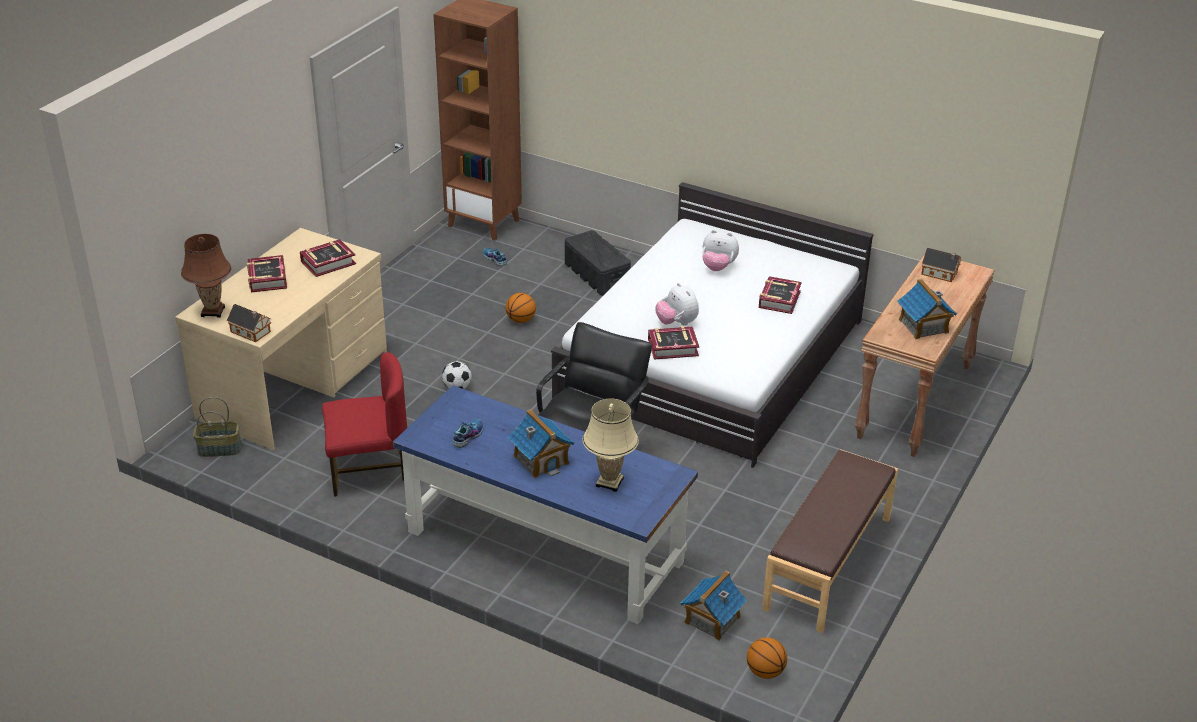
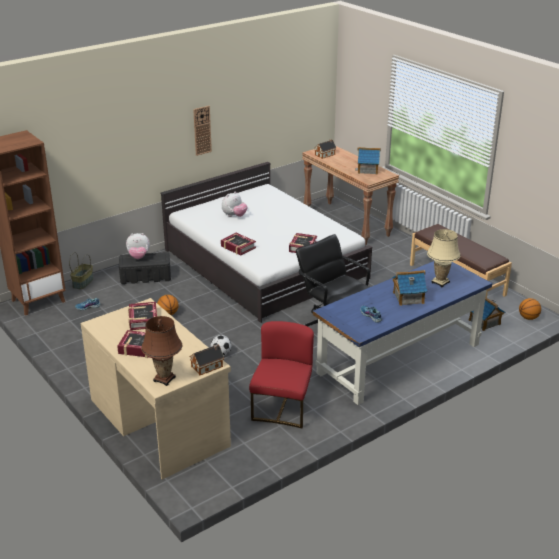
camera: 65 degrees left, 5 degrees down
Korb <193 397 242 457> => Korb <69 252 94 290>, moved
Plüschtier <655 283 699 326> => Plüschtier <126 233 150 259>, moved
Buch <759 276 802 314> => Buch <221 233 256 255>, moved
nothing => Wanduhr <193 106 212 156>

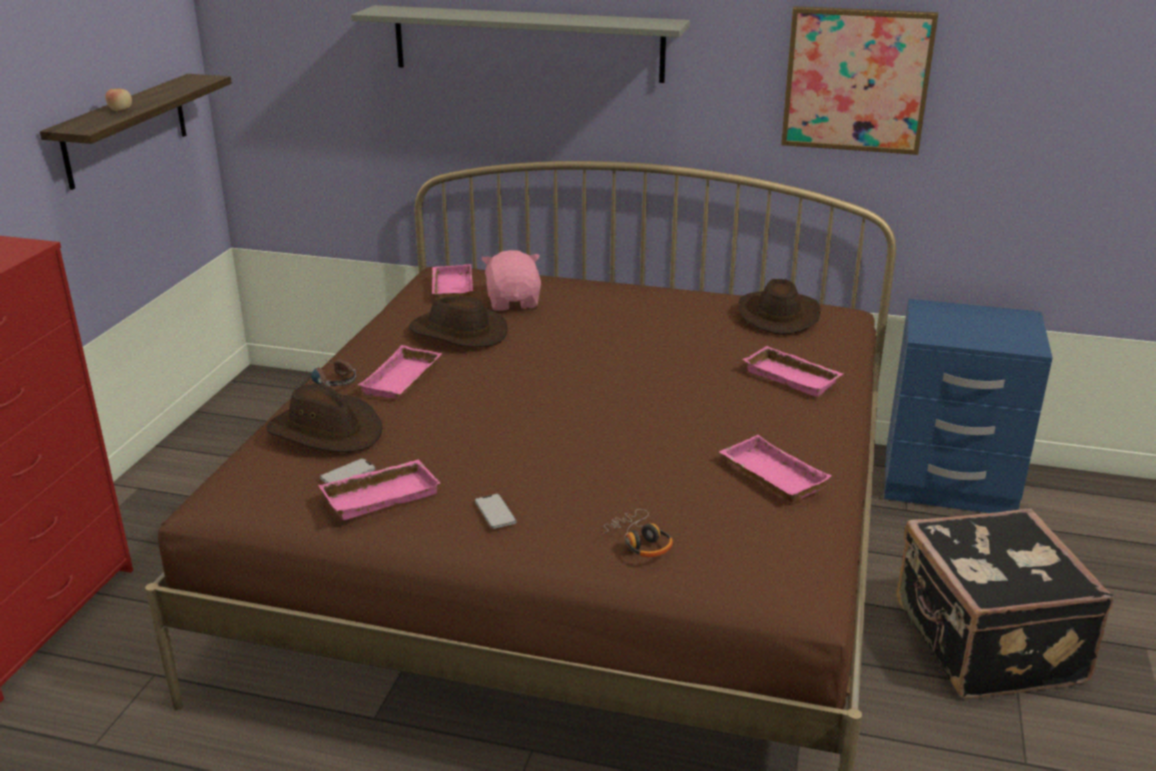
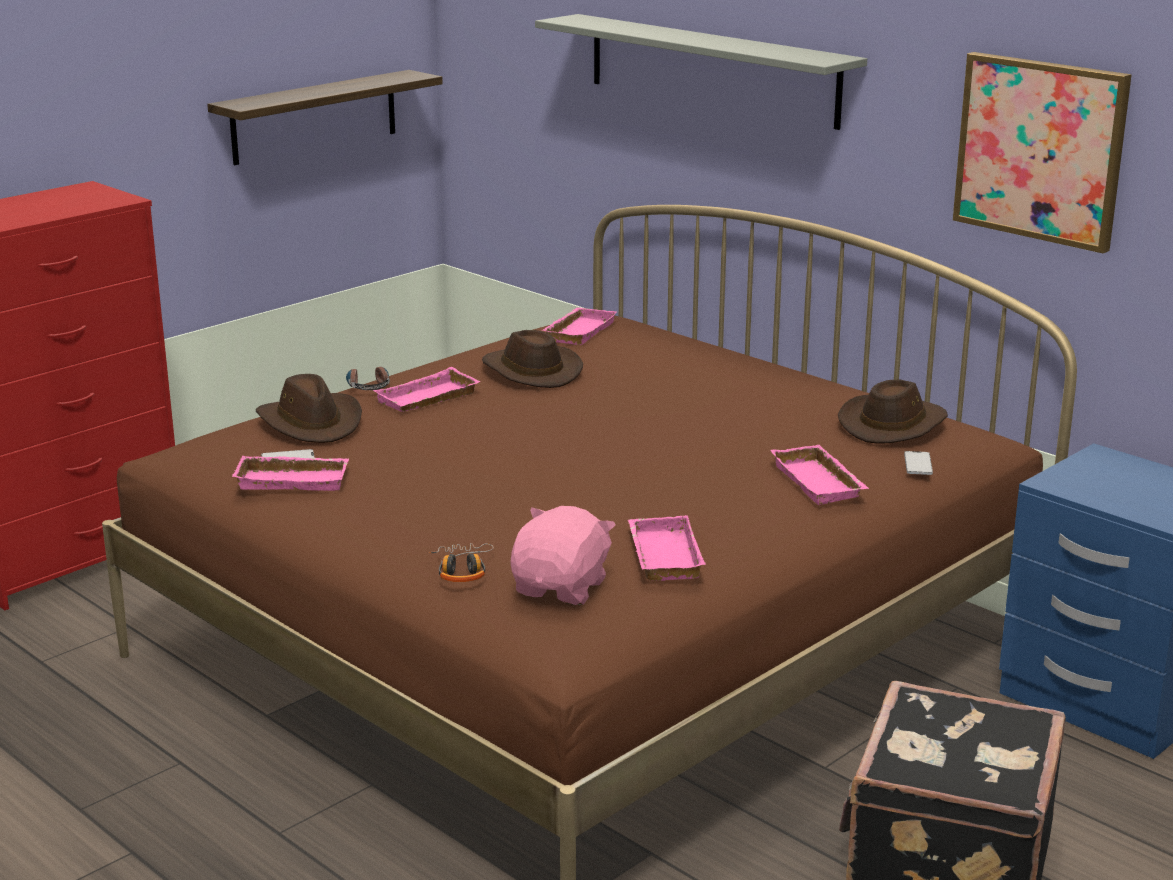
camera: 30 degrees right, 5 degrees down
Apfel <105 89 132 111> => nothing
Handy <475 494 516 529> => Handy <904 451 933 475>, moved
Plüschtier/rosa <482 250 541 311> => Plüschtier/rosa <510 506 615 605>, moved

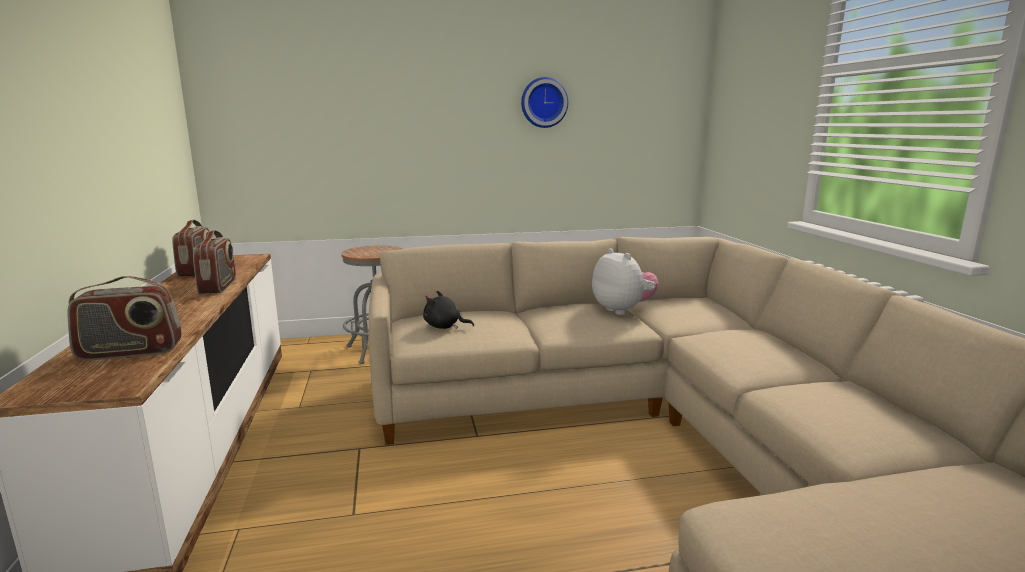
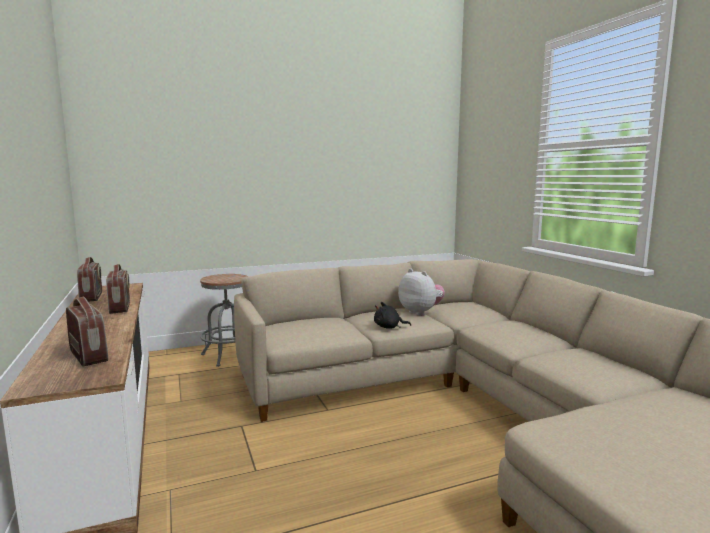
camera: 10 degrees left, 5 degrees down
Radio <67 276 182 360> => Radio <66 296 108 367>, 105 degrees counterclockwise
Plüschtier/schwarz <423 291 474 329> => Plüschtier/schwarz <374 302 411 329>, moved
Wanduhr <521 77 568 128> => nothing

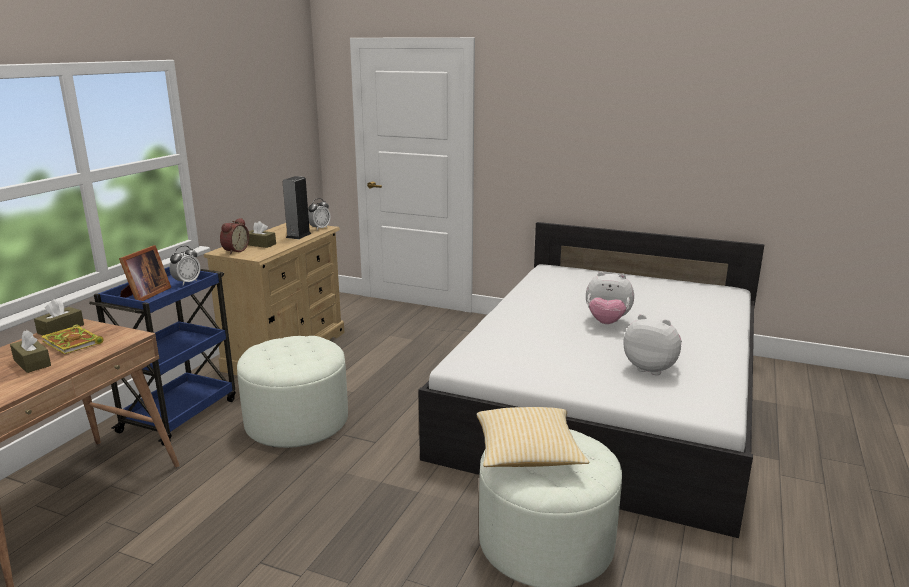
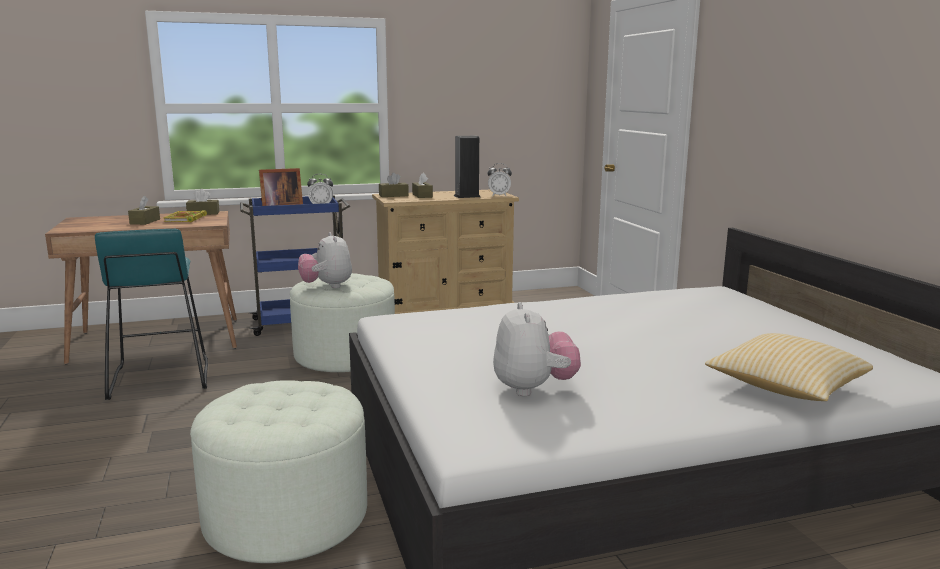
camera: 50 degrees right, 5 degrees down
Wecker <220 218 249 254> => Taschentuchbox/braun <379 172 409 197>
Kissen <476 407 589 467> => Kissen <705 333 873 401>, moved
Plüschtier <586 272 634 324> => Plüschtier <298 232 352 288>, moved
nothing => Hocker/türkis <95 228 208 400>

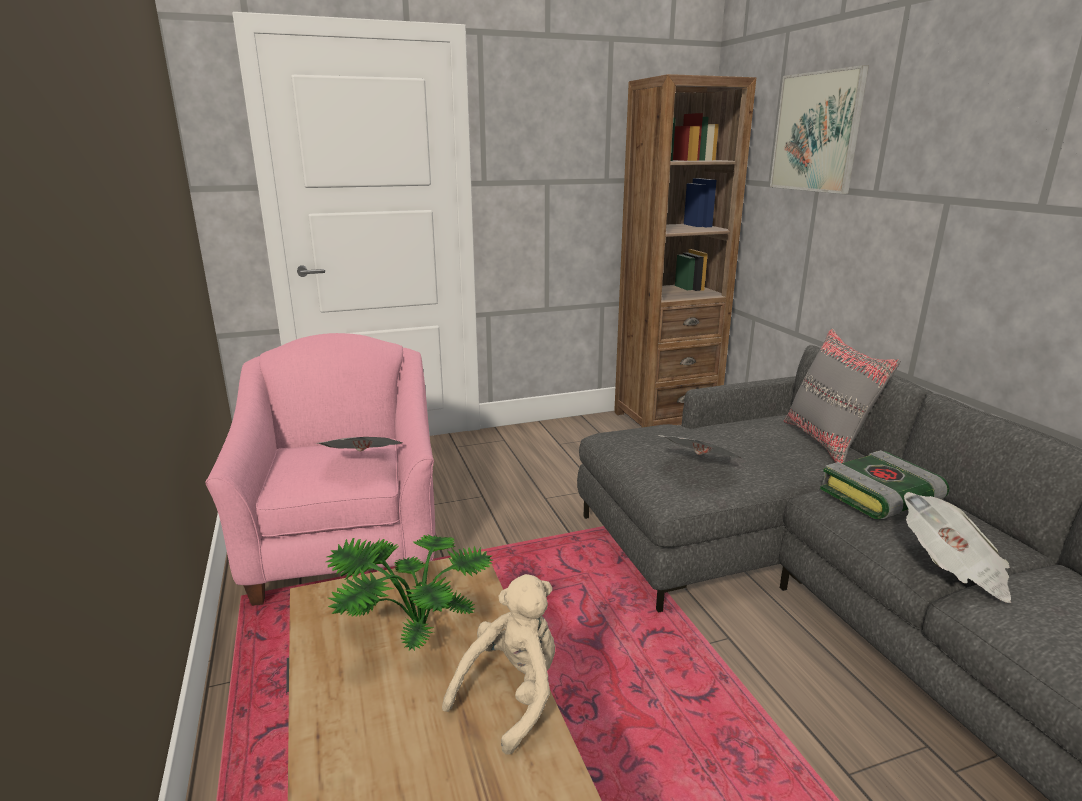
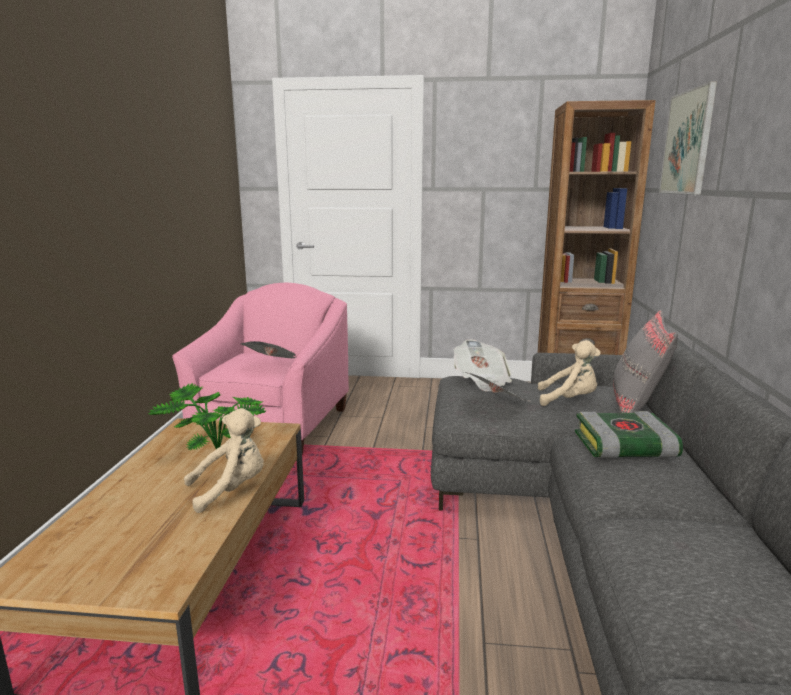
camera: 25 degrees right, 5 degrees down
Zeitung <904 492 1011 603> => Zeitung <454 339 512 392>, moved
nothing => Plüschtier/beige <538 340 601 406>

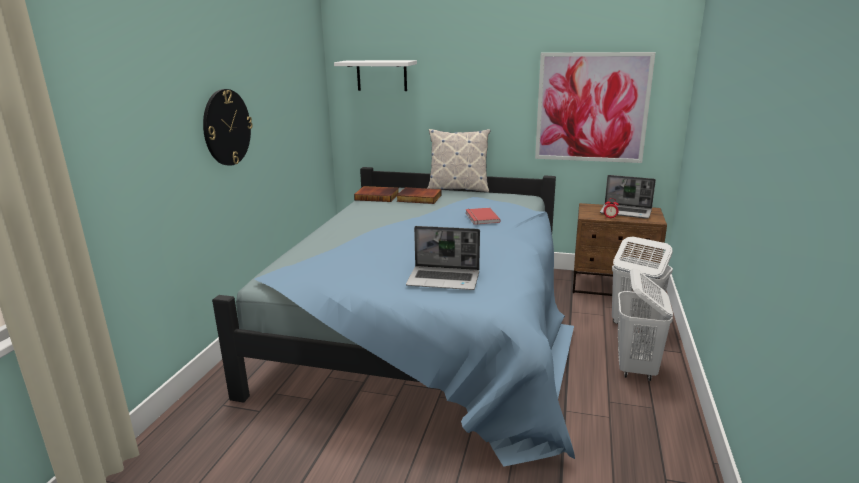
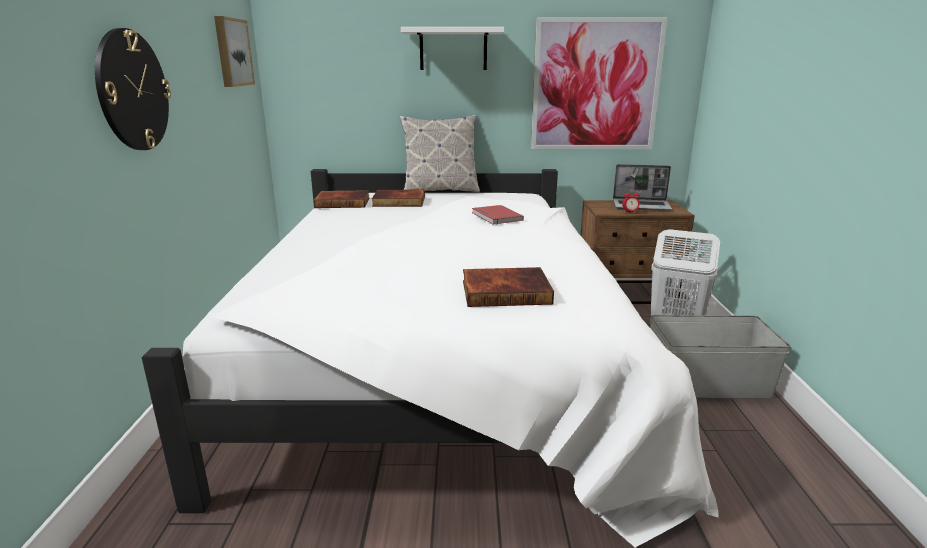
camera: 15 degrees left, 0 degrees up
Bett/blau <212 167 575 467> => Bett/weiß <142 169 718 547>
Wandregal/weiß <334 60 417 91> => Wandregal/weiß <401 27 504 70>, moved
Laptop <406 226 480 290> => Buch <463 267 554 307>
Wäschekorb/weiß <618 268 673 381> => Aufbewahrungsbox/grau <650 315 791 399>
nothing => Bild <214 16 255 87>

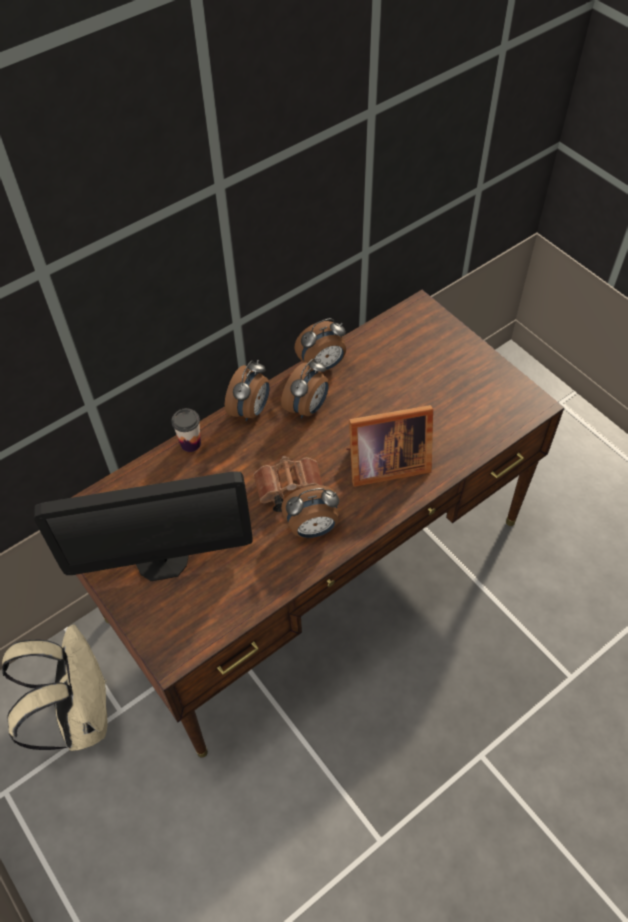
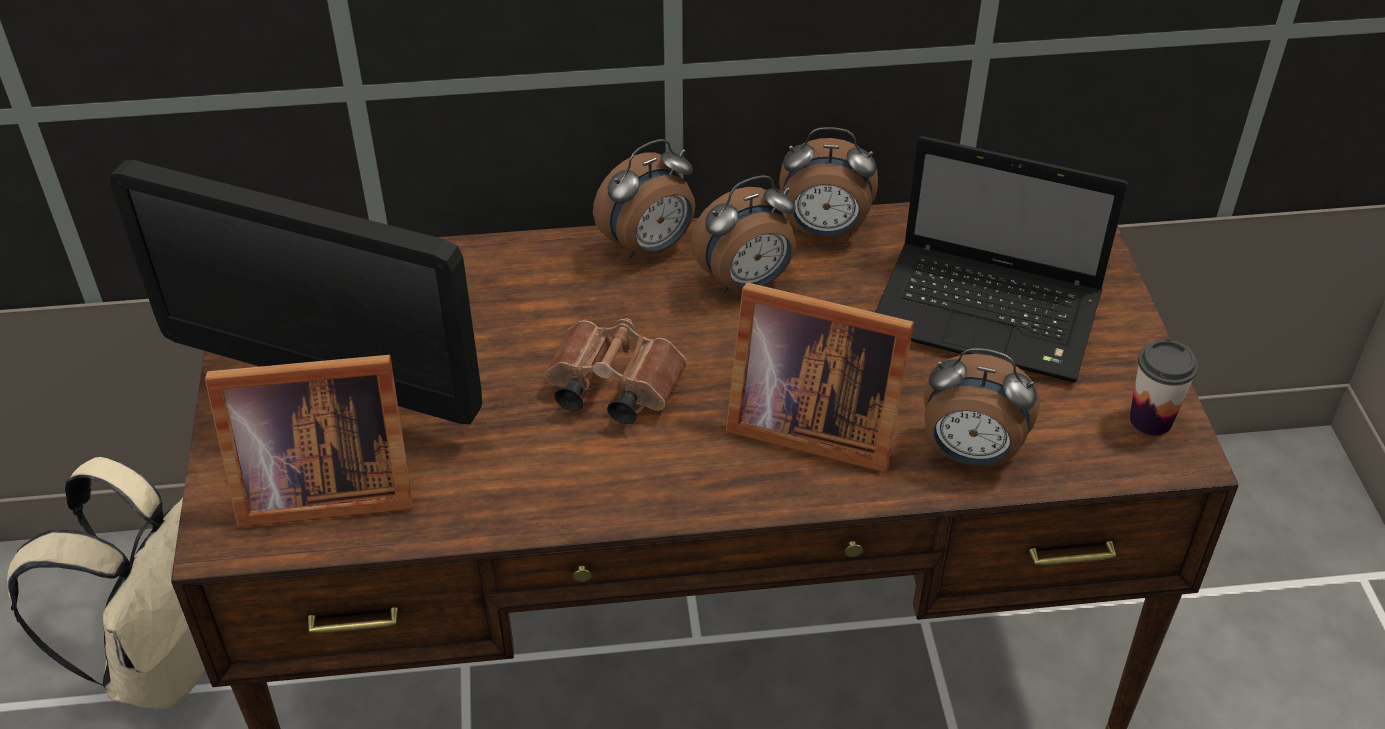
camera: 30 degrees right, 10 degrees down
Tasse <171 408 201 452> => Tasse <1130 339 1199 436>, moved
Wecker <281 485 339 538> => Wecker <924 348 1040 467>, moved
nothing => Bilderrahmen <205 355 413 527>
nothing => Laptop <875 136 1128 382>

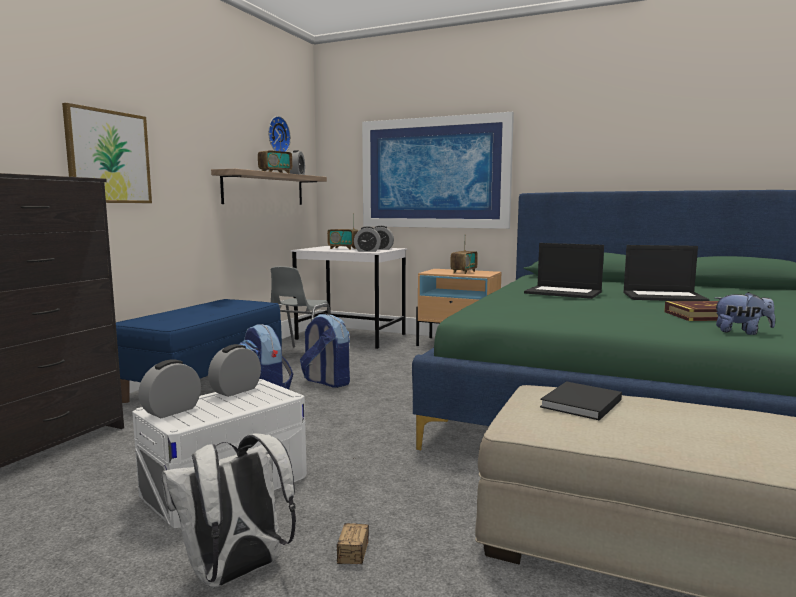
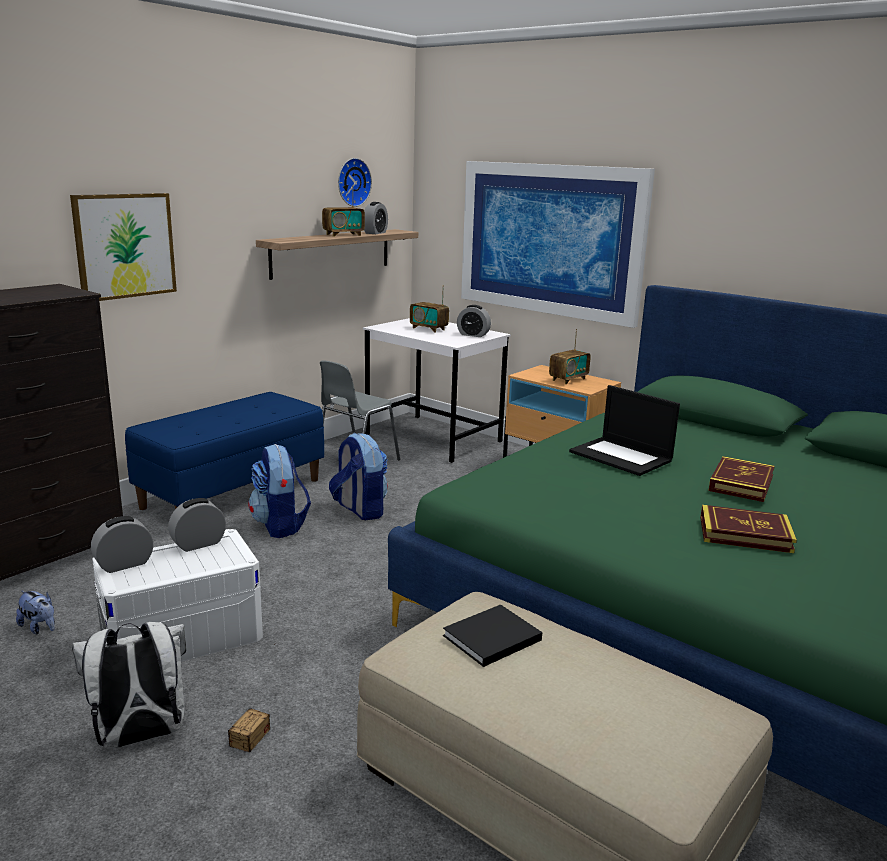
camera: 15 degrees right, 10 degrees up
Wecker <354 226 381 252> => nothing
Laptop <623 245 710 301> => Buch <708 456 775 502>
Plüschtier <714 292 775 335> => Plüschtier <16 591 55 634>, moved

